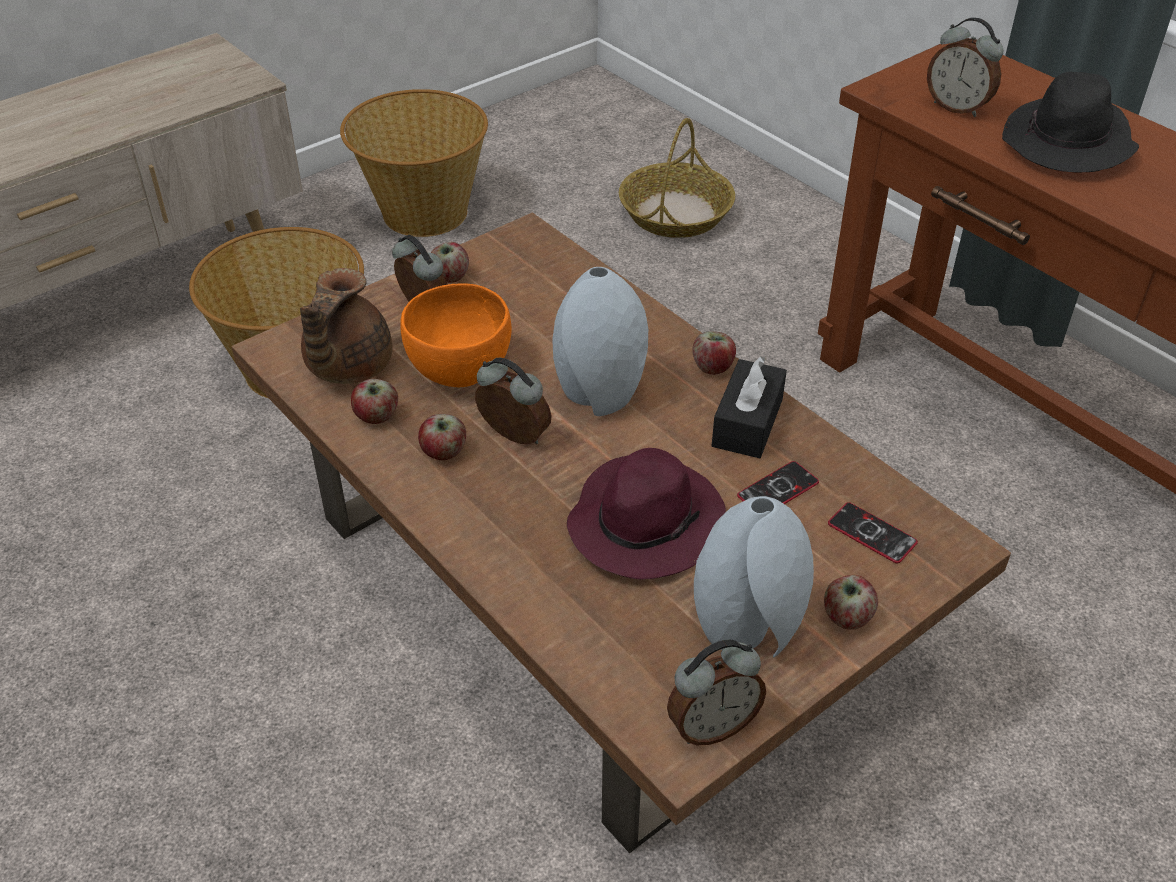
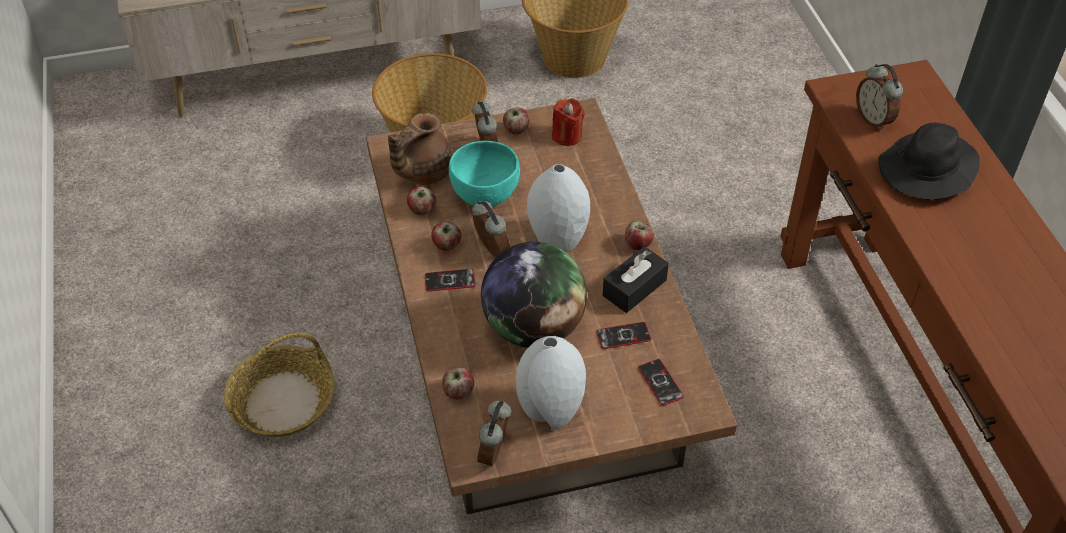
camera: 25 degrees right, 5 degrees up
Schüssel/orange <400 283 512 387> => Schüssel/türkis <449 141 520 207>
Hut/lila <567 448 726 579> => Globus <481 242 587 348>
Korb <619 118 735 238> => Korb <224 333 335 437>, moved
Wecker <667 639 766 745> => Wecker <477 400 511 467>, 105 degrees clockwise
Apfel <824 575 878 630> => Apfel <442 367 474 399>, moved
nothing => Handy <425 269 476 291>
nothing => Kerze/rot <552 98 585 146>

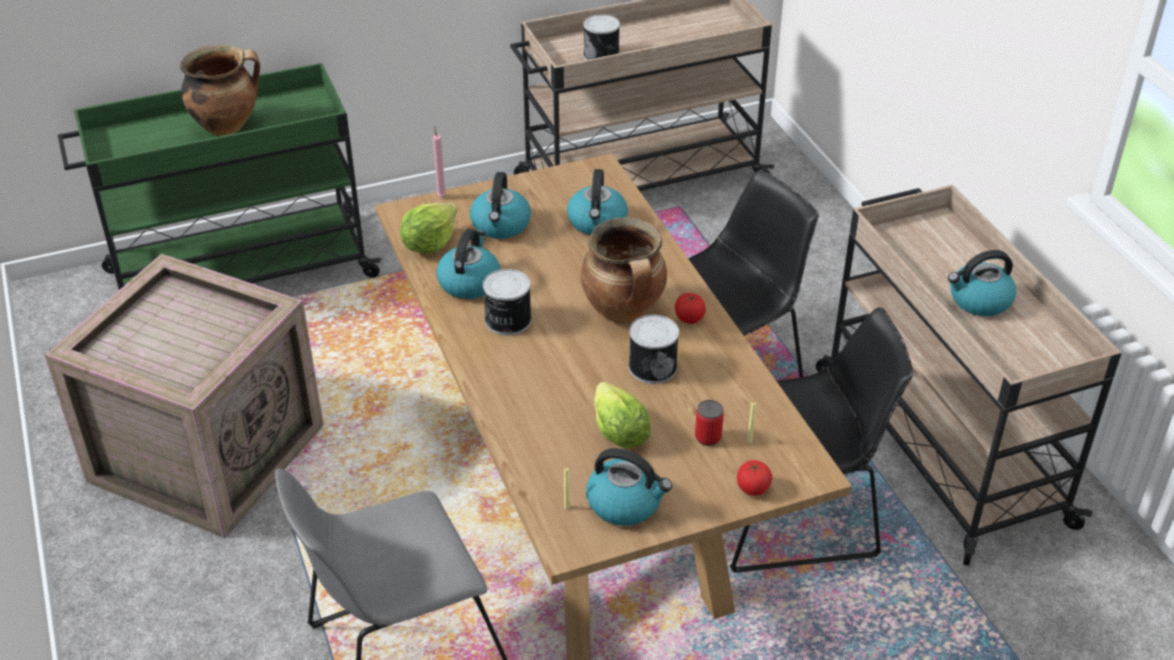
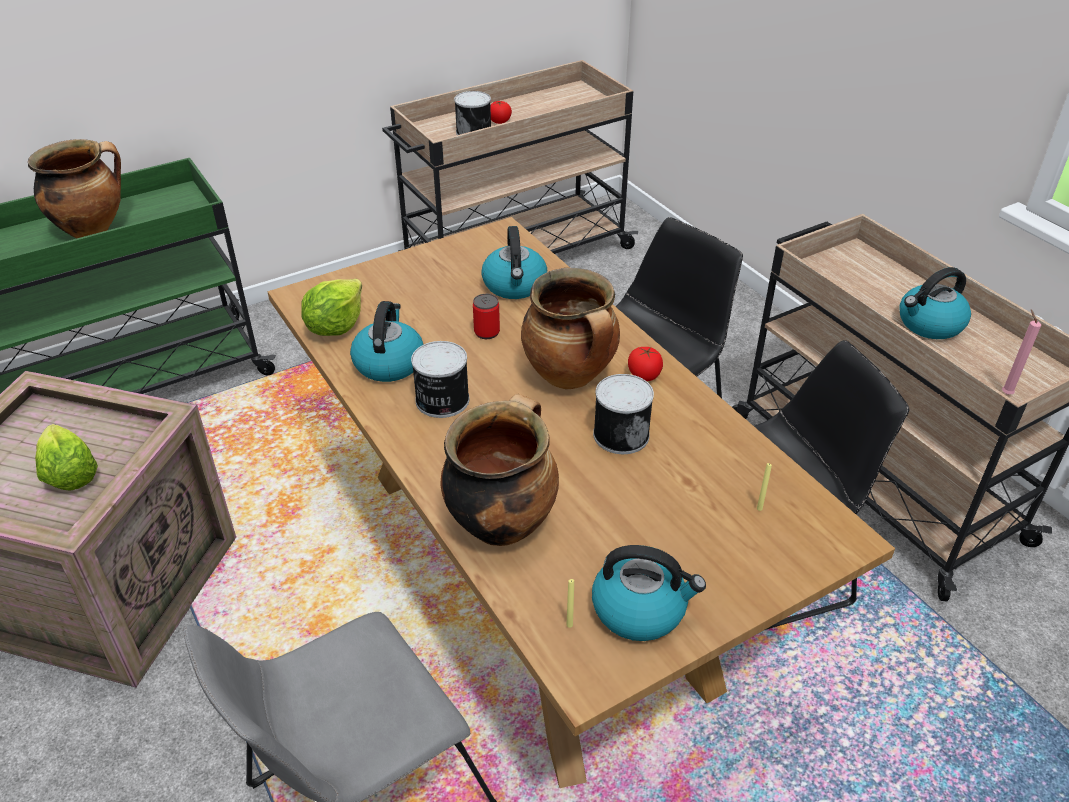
camera: 10 degrees left, 0 degrees up
Kerze/rosa <433 126 446 197> => Kerze/rosa <1002 309 1041 395>, moved
Wasserkessel <470 172 531 239> => nothing
Salatkopf <594 382 650 449> => Salatkopf <35 424 98 491>, moved
Dose <695 400 724 446> => Dose <473 294 500 339>, moved
Tomate <737 460 772 496> => Tomate <490 101 512 124>, moved
nothing => Kochtopf <440 394 559 546>

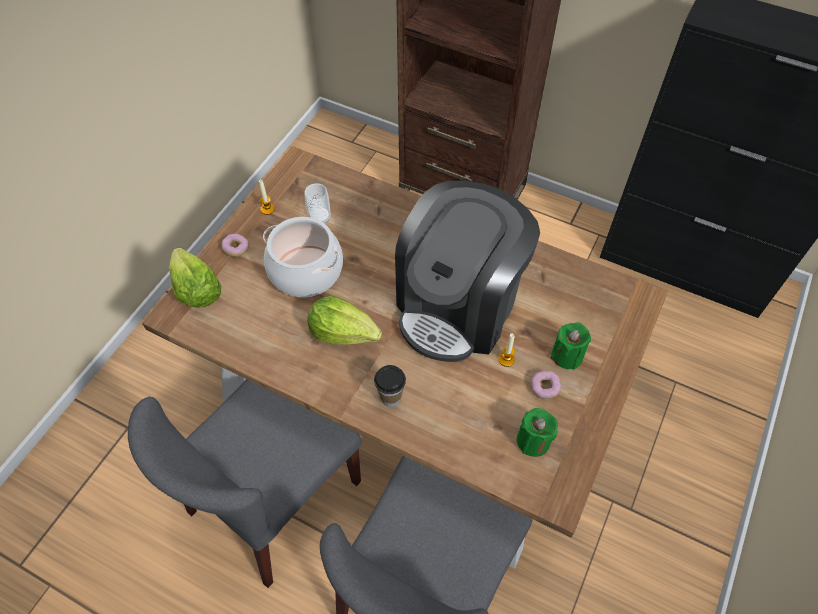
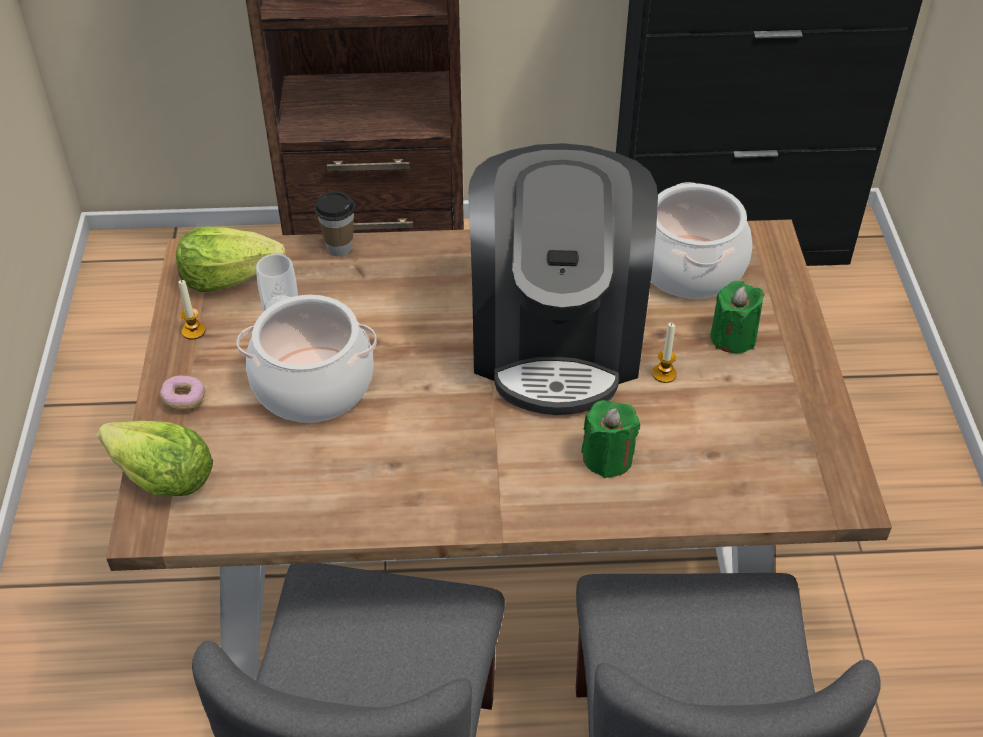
camera: 30 degrees left, 10 degrees down
Salatkopf <307 296 382 345> => Salatkopf <176 227 286 292>, moved
Tasse <374 365 406 407> => Tasse <314 191 355 256>, moved
Kerze/grün <517 408 558 457> => Kerze/grün <581 400 640 478>, moved
Donut <531 371 561 399> => nothing
nothing => Kochtopf <651 182 752 299>

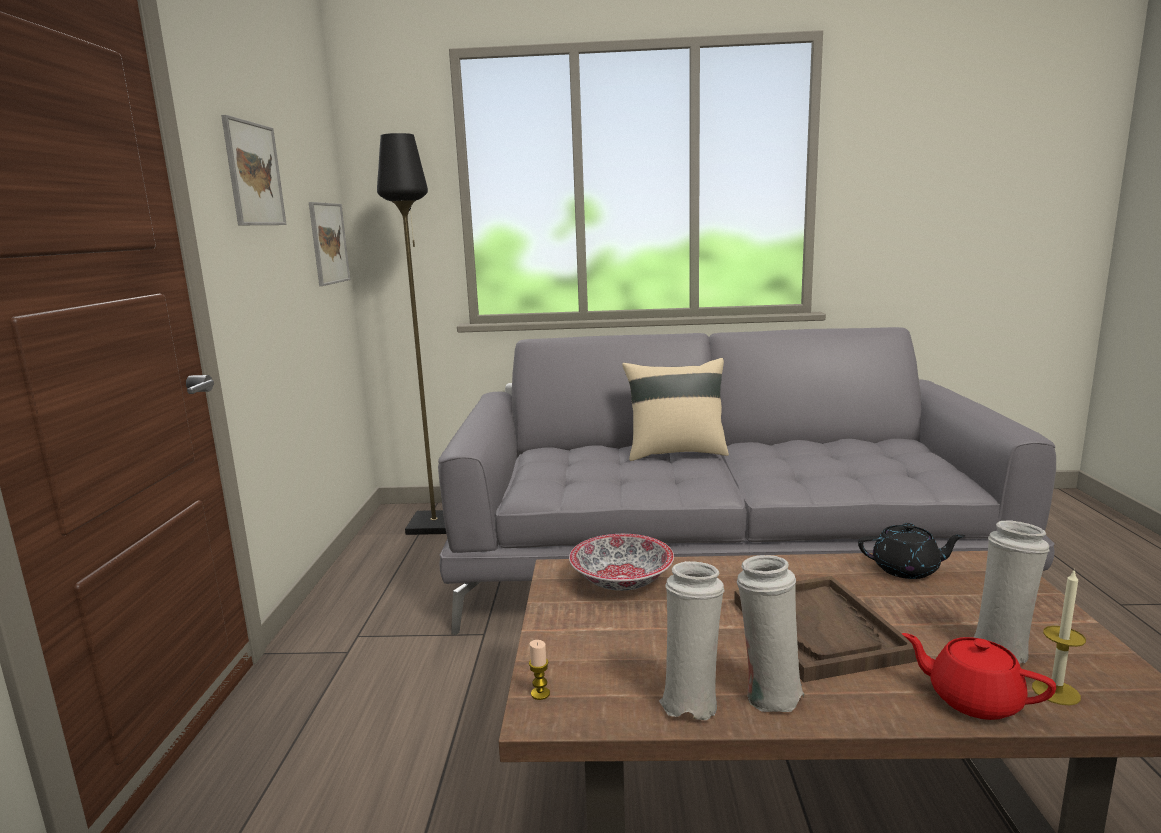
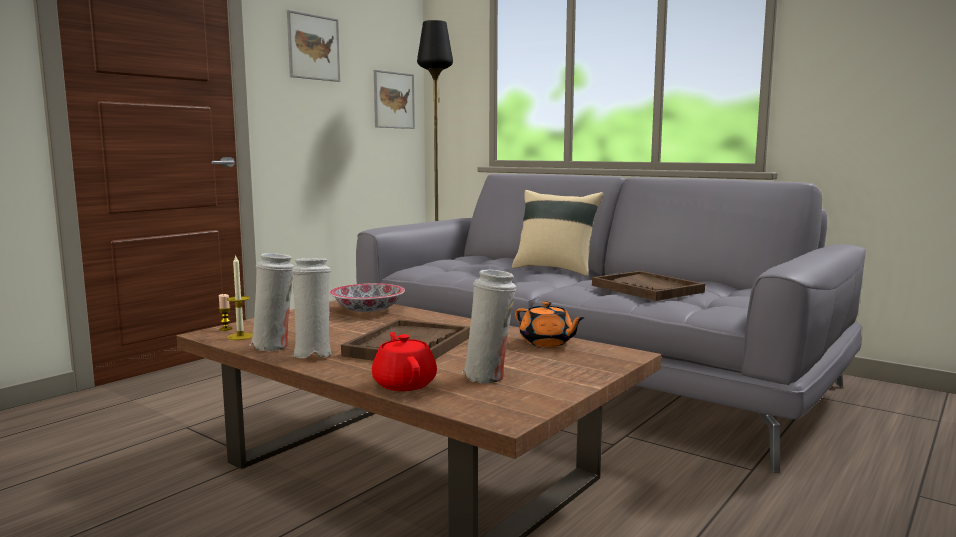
camera: 35 degrees right, 5 degrees down
Teekanne/schwarz <858 523 966 579> => Teekanne/orange <515 301 585 347>
Kerze <1032 569 1086 706> => Kerze <227 256 253 340>, moved
nothing => Tablett/braun <592 271 705 301>

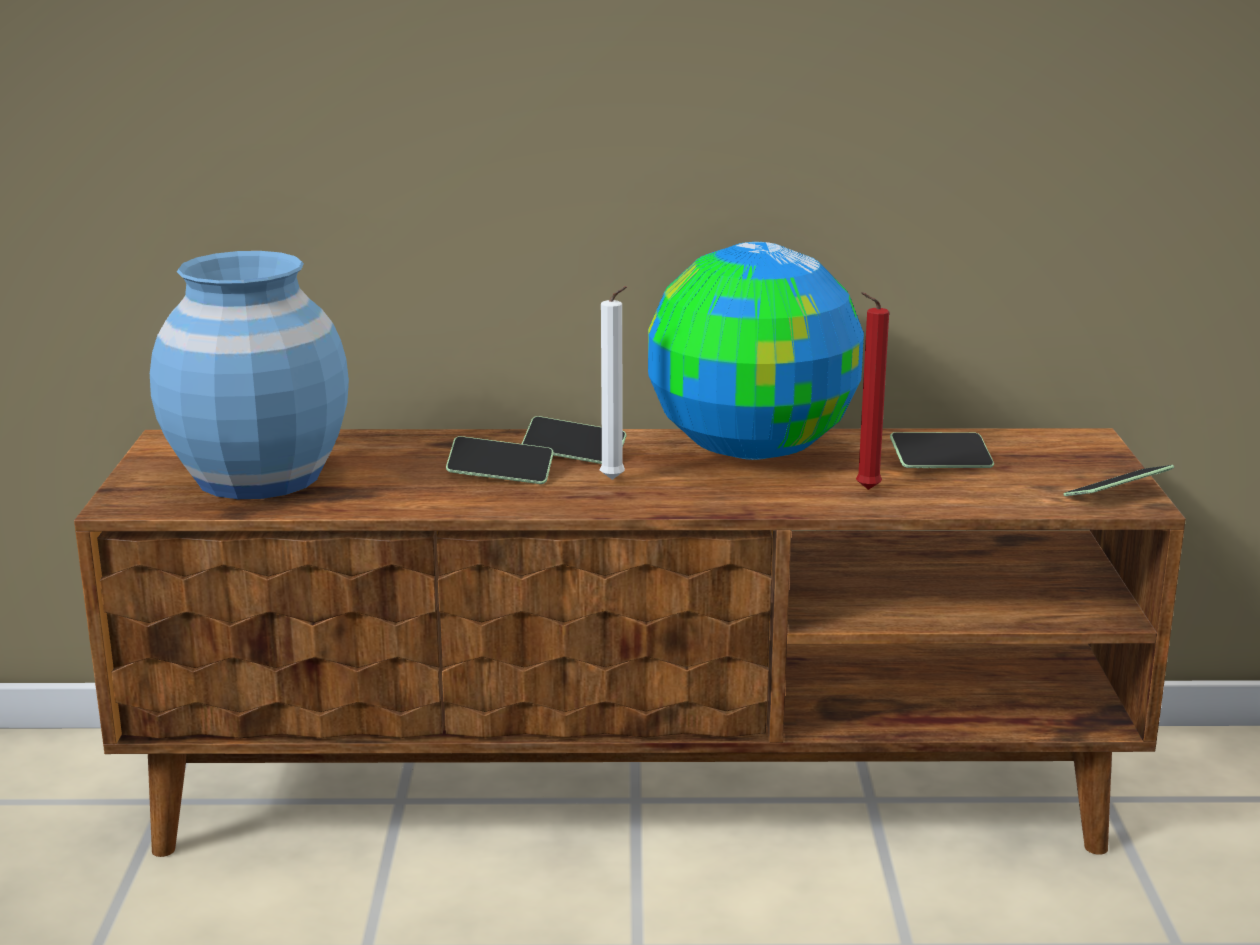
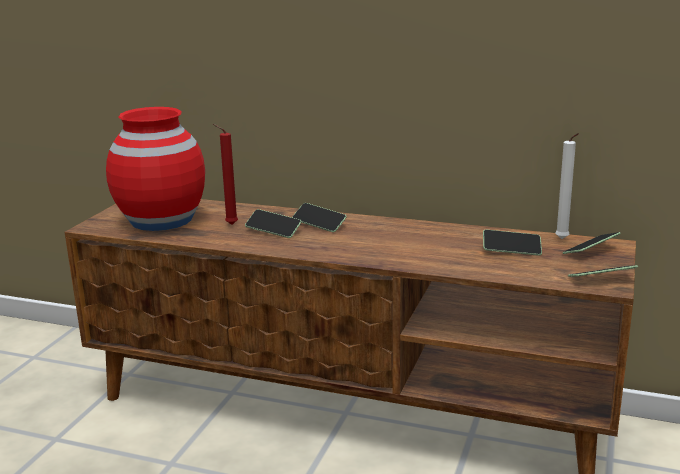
camera: 20 degrees right, 0 degrees up
Vase/blau <150 251 349 499> => Vase/rot <106 107 205 231>
Kerze/weiß <600 286 627 480> => Kerze/weiß <555 133 579 239>, moved
Globus <648 242 864 460> => nothing
Kerze/rot <856 292 889 490> => Kerze/rot <213 124 238 225>, moved
nothing => Handy <563 232 620 254>

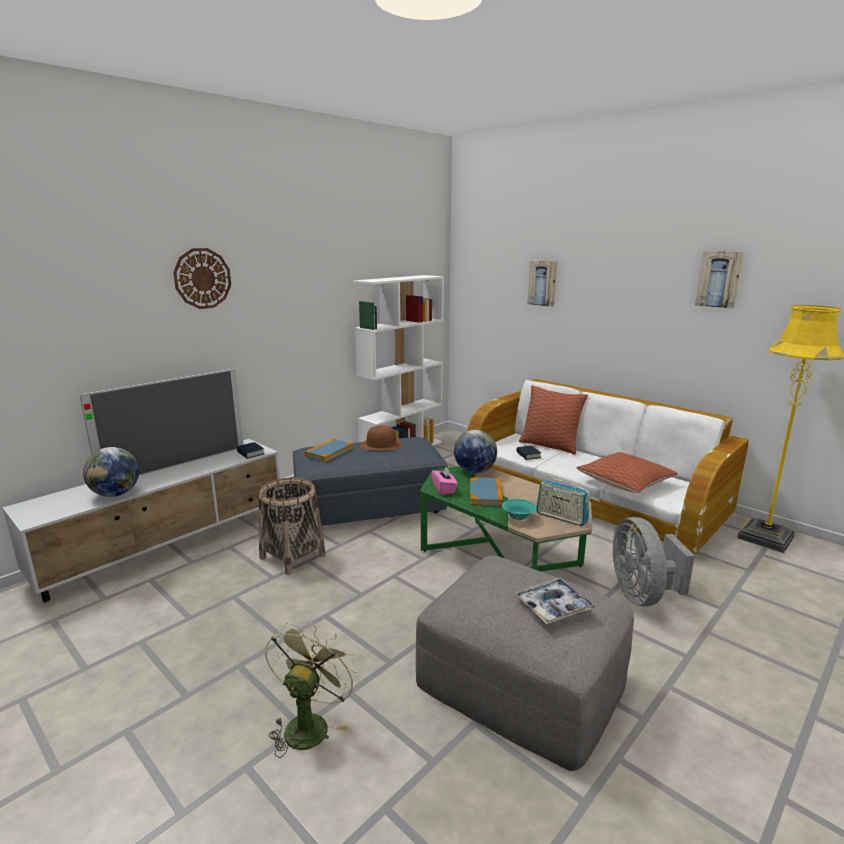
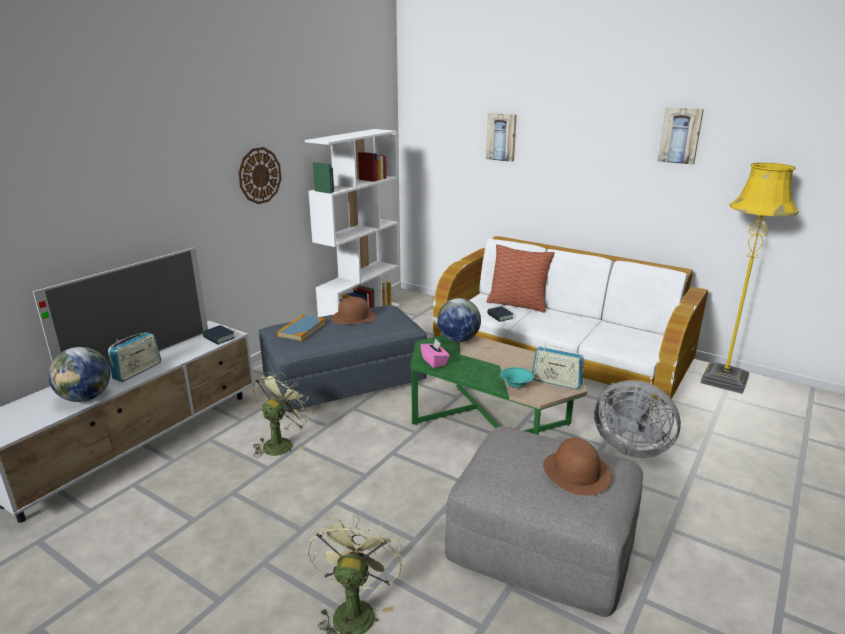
camera: 10 degrees left, 5 degrees up
Wanduhr <173 248 231 309> => Wanduhr <238 147 281 204>, moved
Korb <259 477 326 575> => Ventilator/grün <253 371 313 458>
Buch <470 478 503 506> => nothing
Tablett <515 578 596 624> => Hut/braun <543 438 611 496>
Kissen <577 452 678 493> => nothing
Ventilator/grau <613 517 695 606> => Ventilator/grau <594 380 681 458>, 45 degrees counterclockwise
nothing => Radio <108 333 161 382>

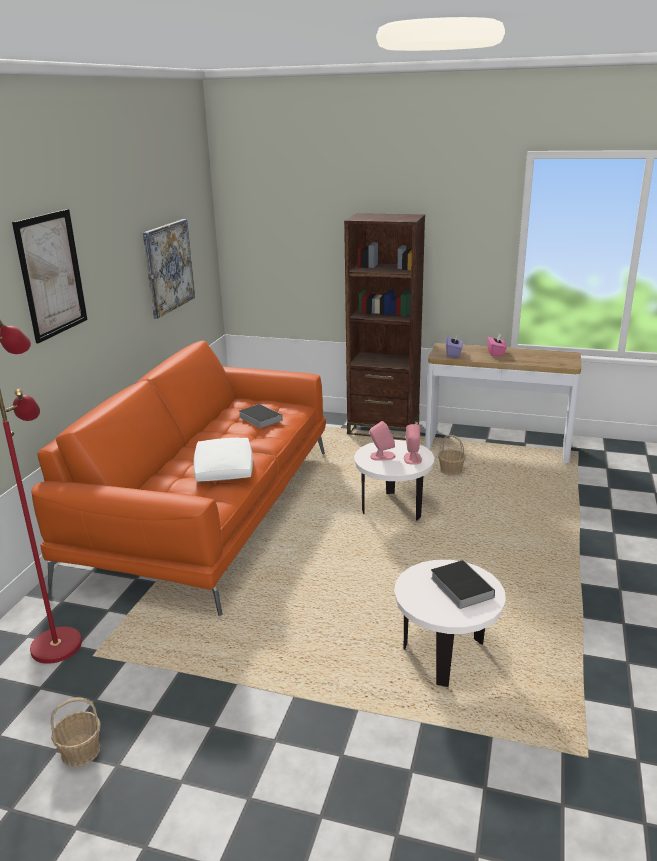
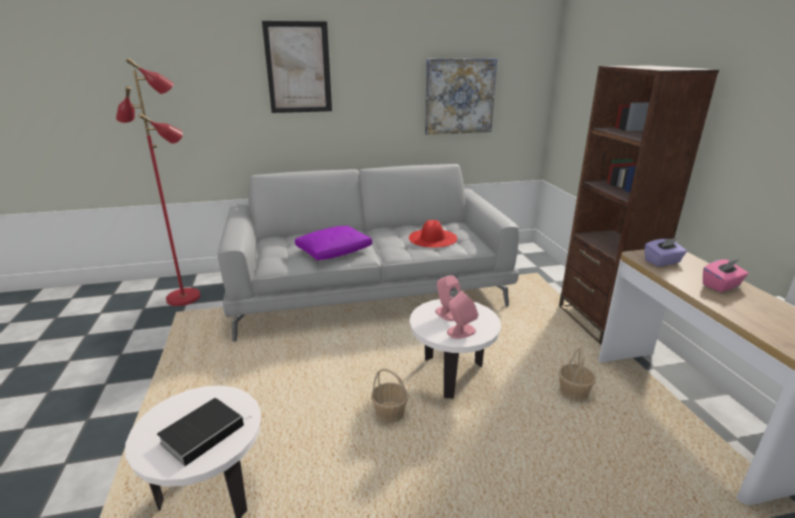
camera: 60 degrees right, 0 degrees up
Sofa/orange <31 341 326 616> => Sofa/grau <218 164 519 342>
Korb <51 697 101 767> => Korb <371 368 408 423>, moved
Kissen/weiß <193 438 253 482> => Kissen/lila <295 226 372 260>
Buch <239 404 282 428> => Hut/rot <409 220 457 247>

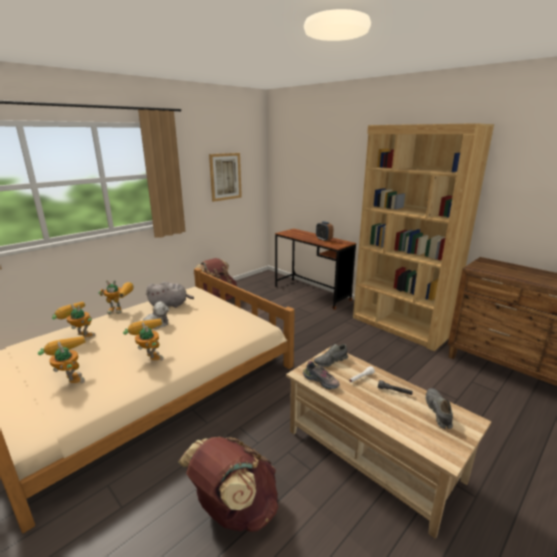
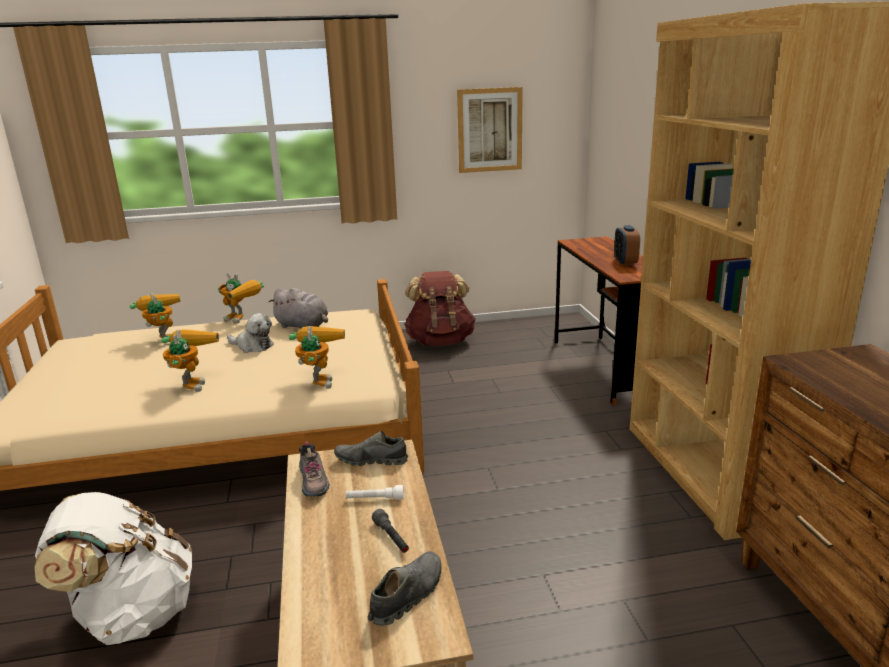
camera: 35 degrees right, 0 degrees up
Spielzeugroboter <38 336 85 383> => Spielzeugroboter <289 326 345 389>, moved
Rucksack/braun <178 437 278 532> => Rucksack/weiß <35 492 192 645>

